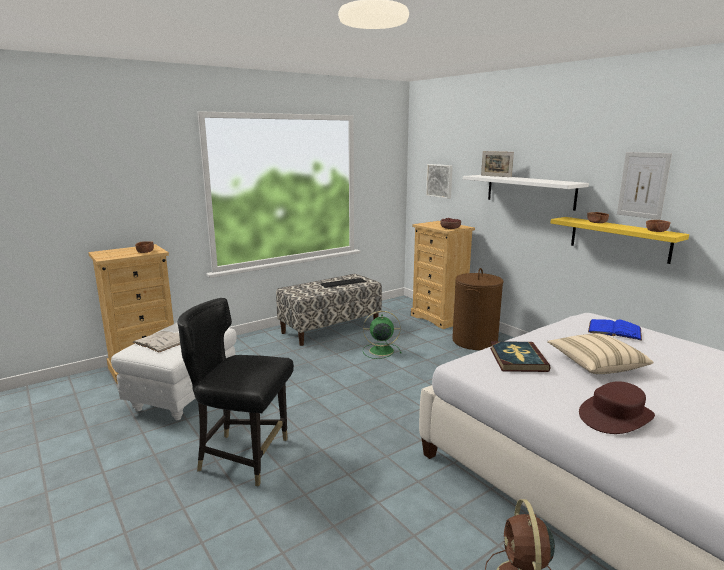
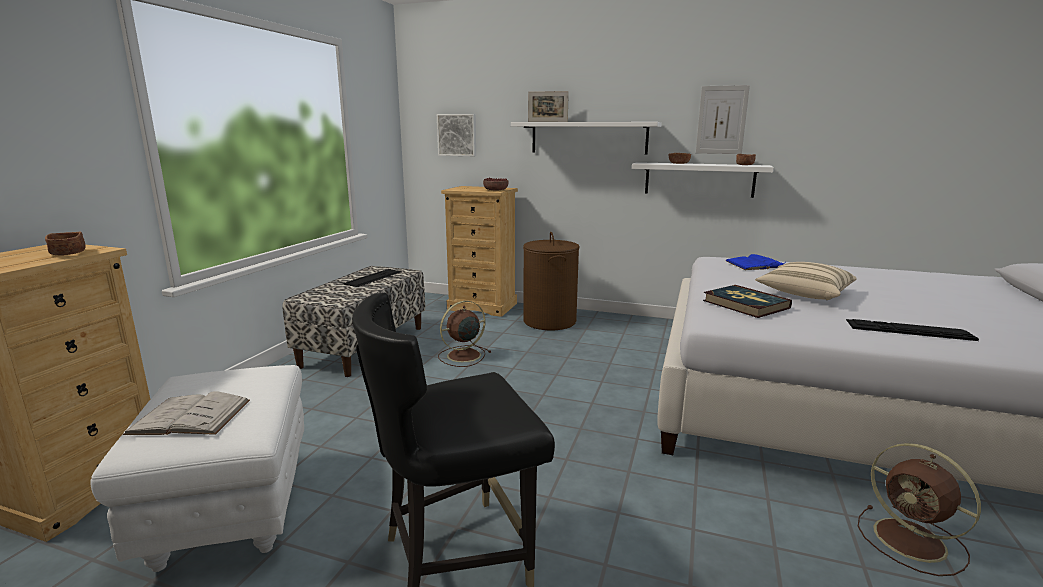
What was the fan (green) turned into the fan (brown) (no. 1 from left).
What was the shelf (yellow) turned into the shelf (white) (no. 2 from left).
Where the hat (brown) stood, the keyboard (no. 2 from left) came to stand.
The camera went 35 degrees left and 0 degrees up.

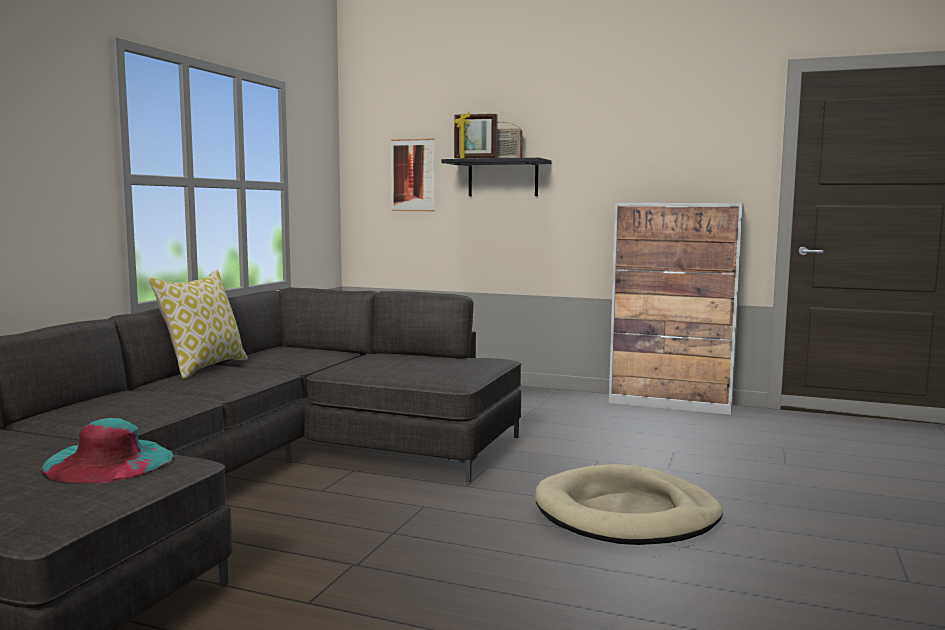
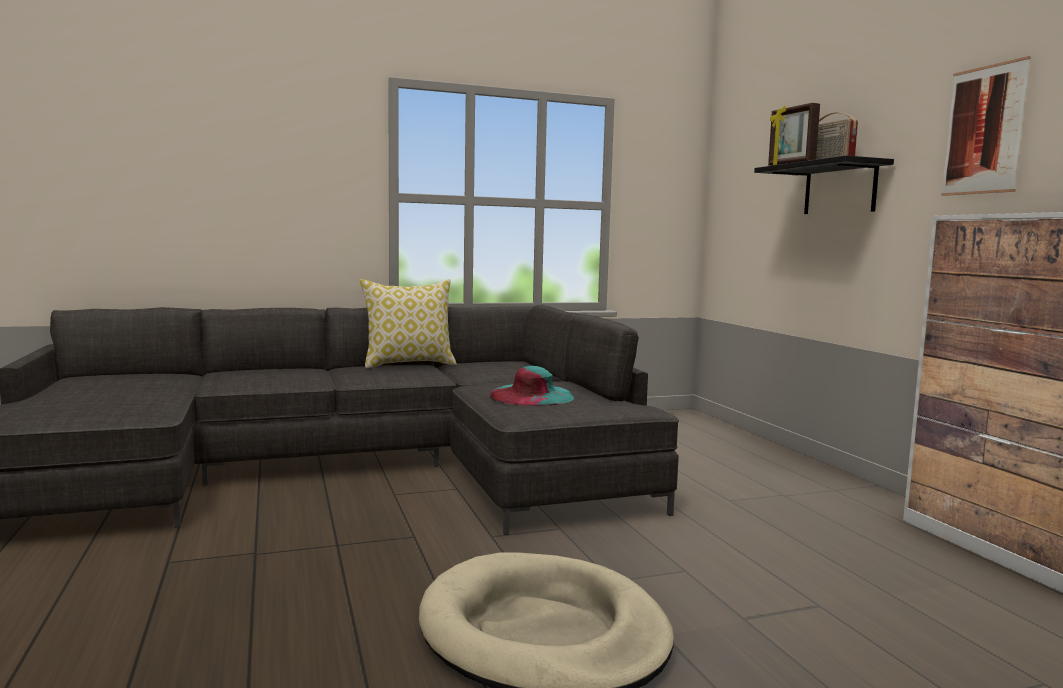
The hat (turquoise) ended up elsewhere.
The picture ended up elsewhere.
The camera went 50 degrees right and 0 degrees up.

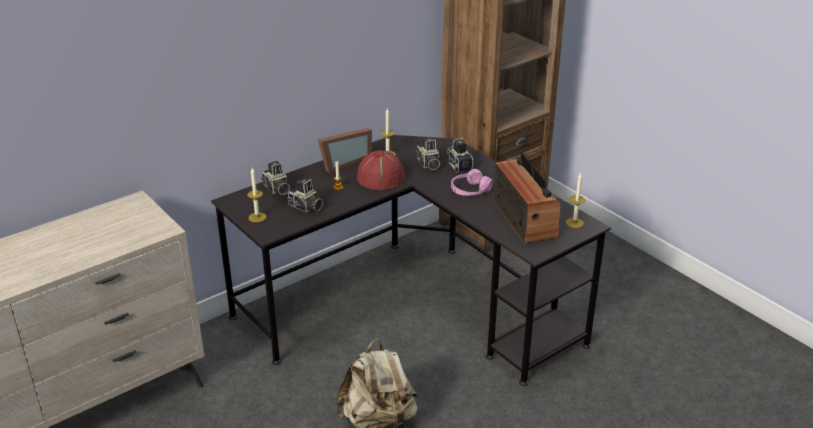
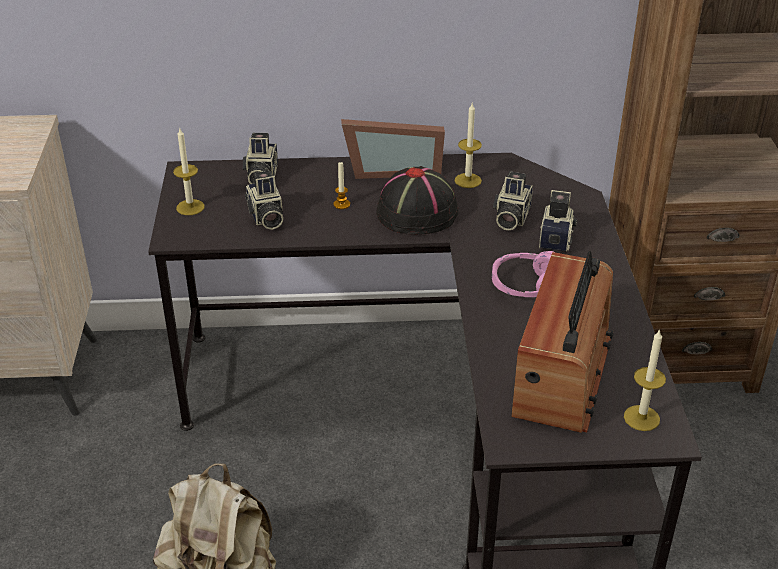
What was the hat (red) turned into the hat (black).
The camera went 35 degrees right and 5 degrees up.

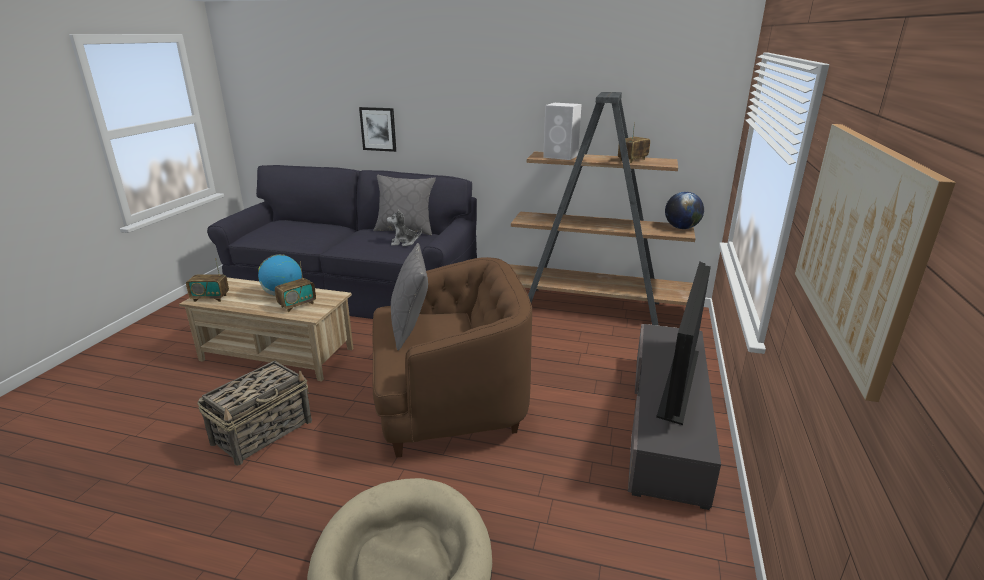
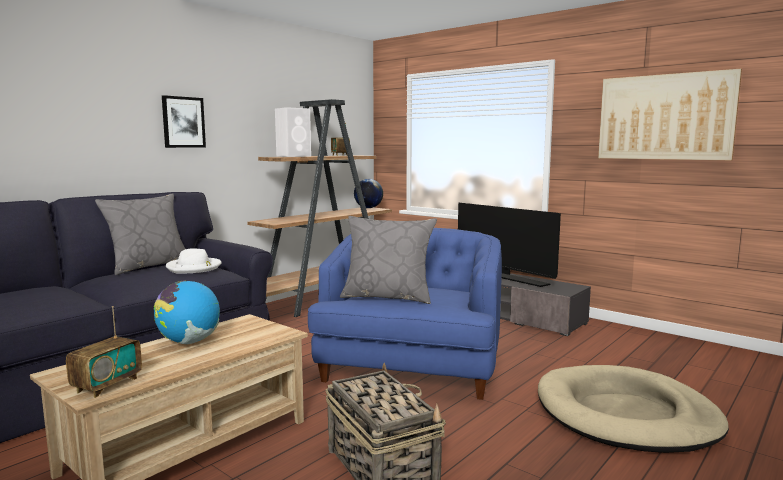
The second view lost the radio (no. 2 from left).
The picture (no. 1 from left) ended up elsewhere.
What was the armchair (brown) turned into the armchair (blue).
Where the plush toy stood, the hat (white) came to stand.
The camera went 65 degrees left and 15 degrees down.

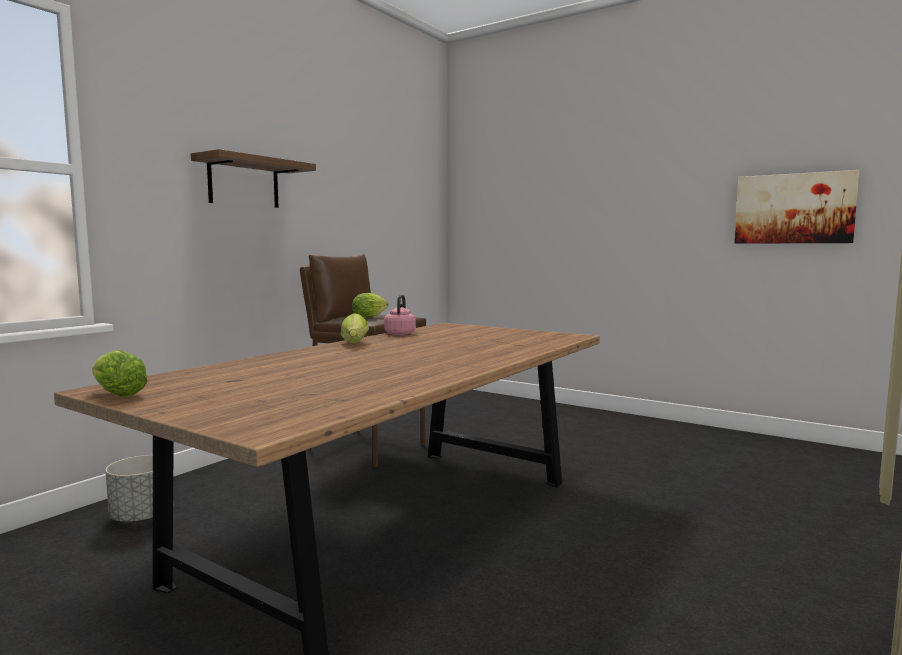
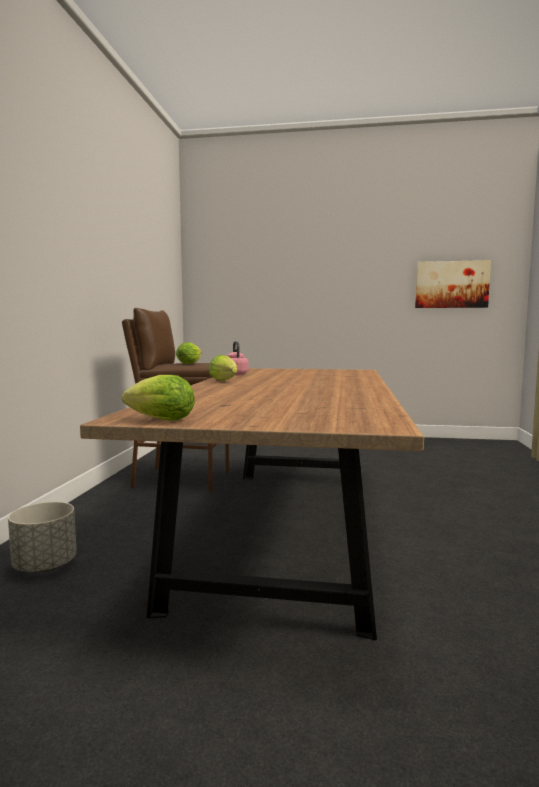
The second view lost the shelf.
The camera went 25 degrees left and 0 degrees up.

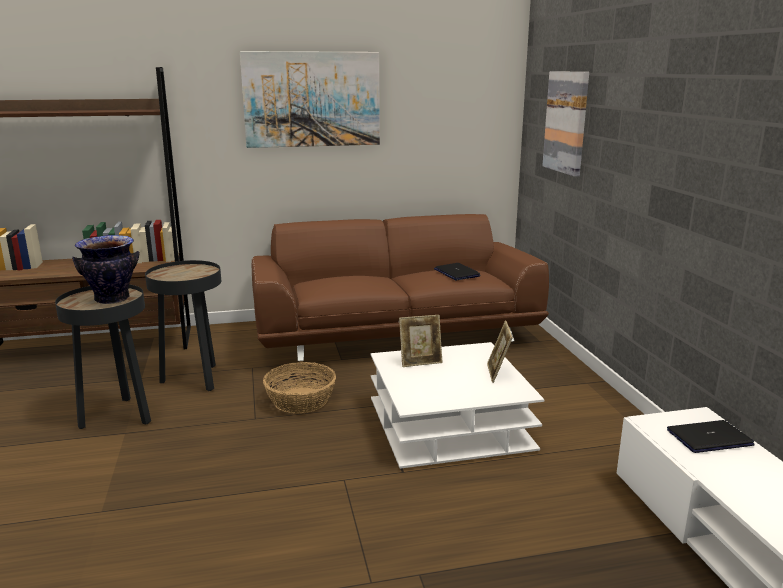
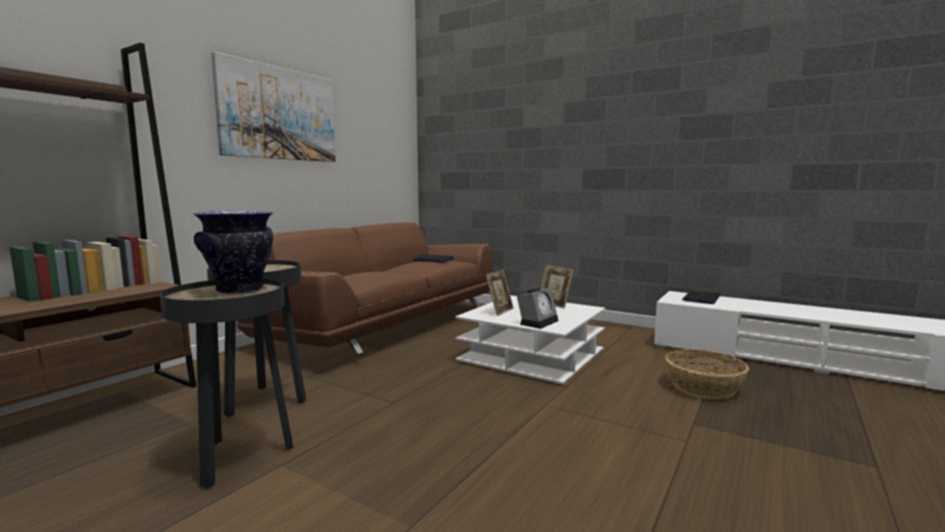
The basket ended up elsewhere.
The second view lost the picture (no. 2 from left).
The second view gained the alarm clock.
The camera went 45 degrees left and 10 degrees down.

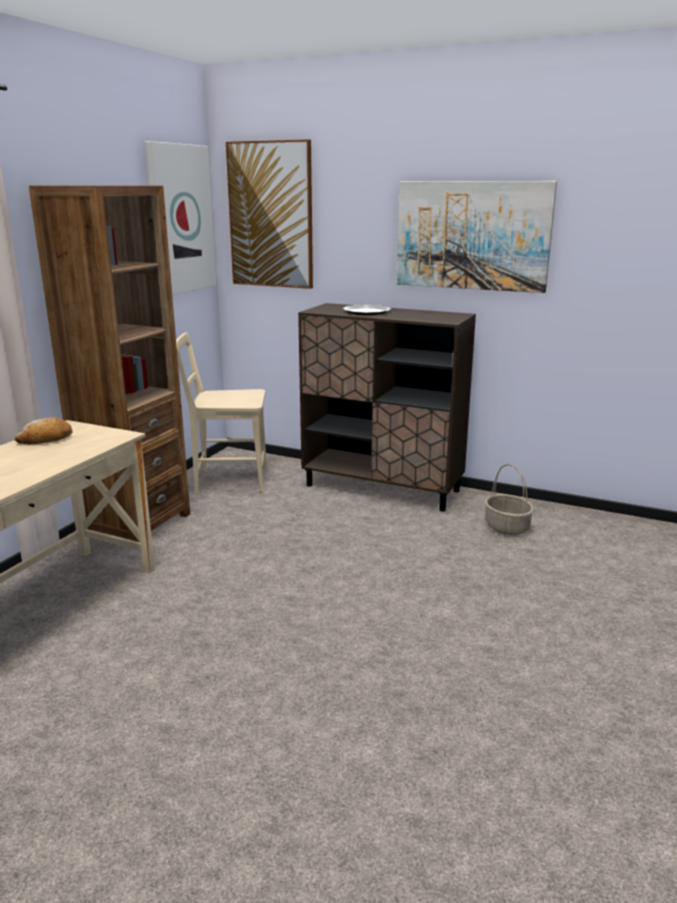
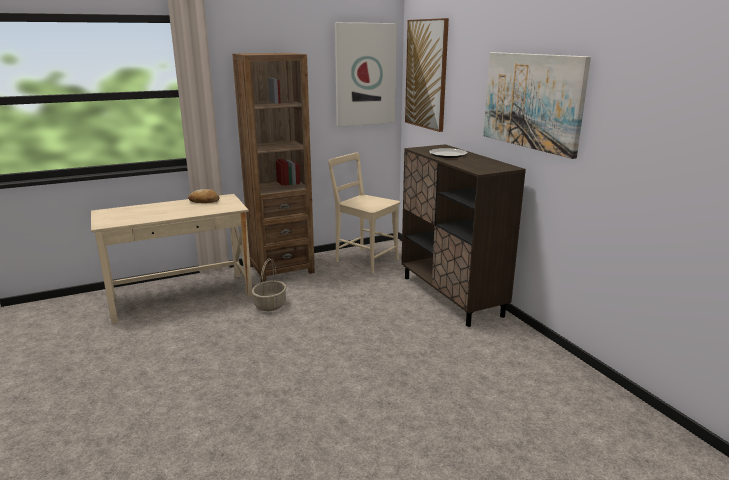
The basket ended up elsewhere.
The camera went 40 degrees right and 0 degrees up.

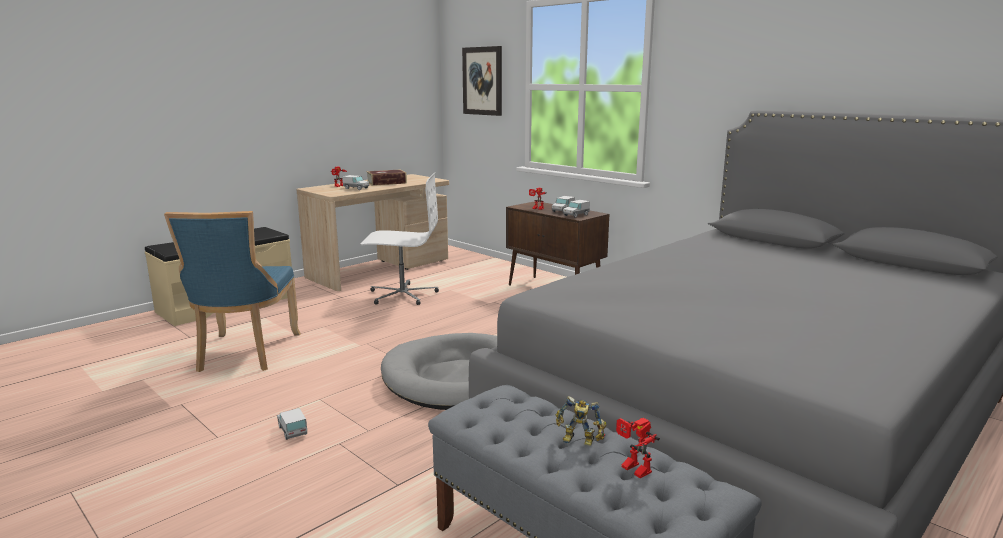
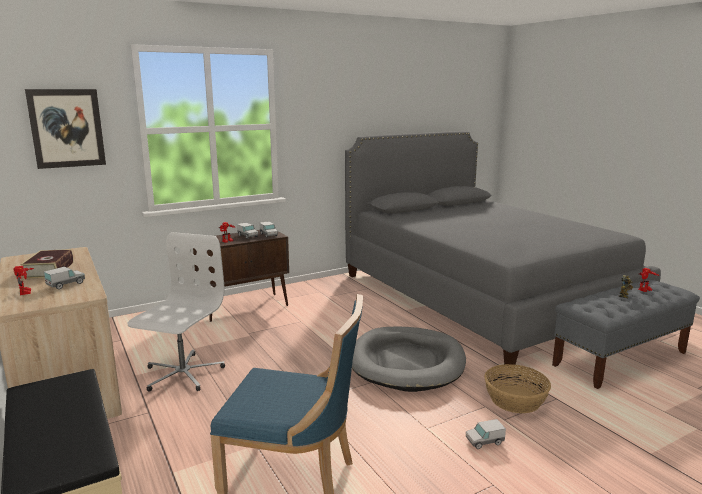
The second view gained the basket.
The camera went 75 degrees left and 0 degrees up.

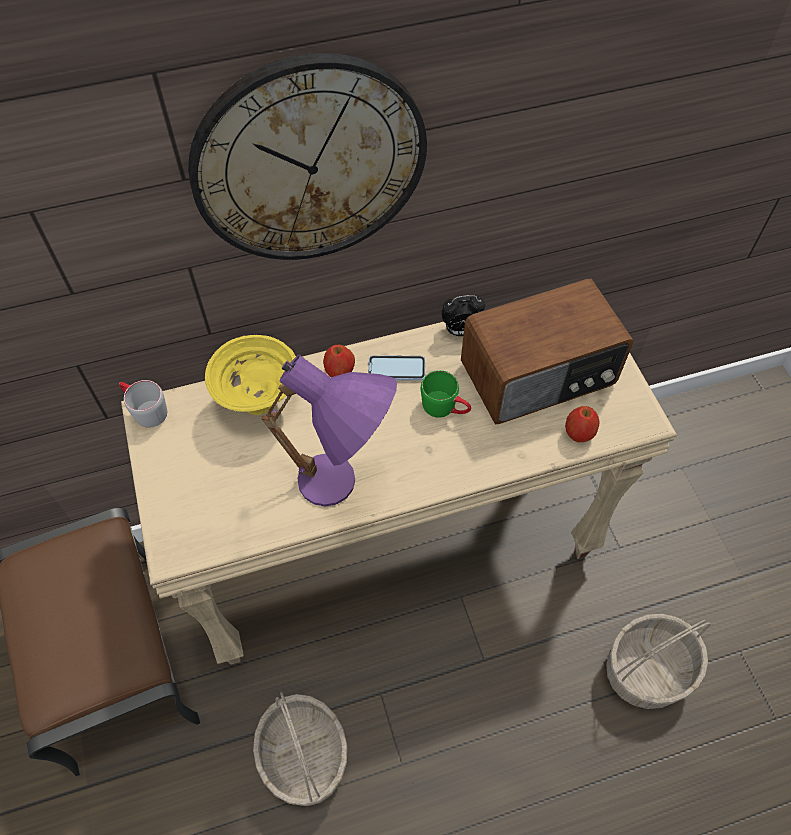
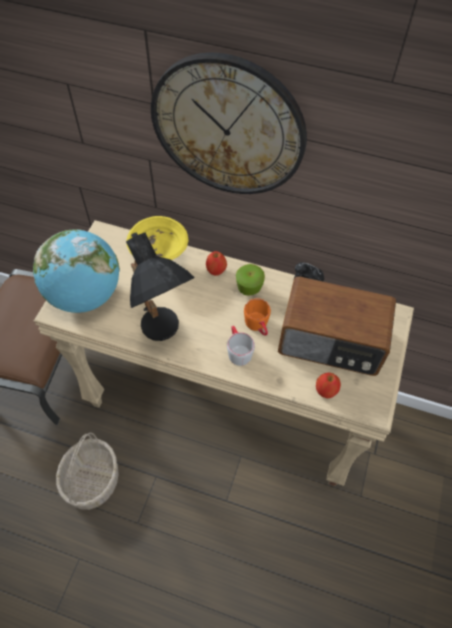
The mug (grey) ended up elsewhere.
What was the table lamp (purple) turned into the table lamp (black).
Where the phone stood, the apple (no. 2 from left) came to stand.
What was the mug (green) turned into the mug (orange).
The second view lost the basket (no. 2 from left).
The second view gained the globe.
The camera went 35 degrees right and 0 degrees up.

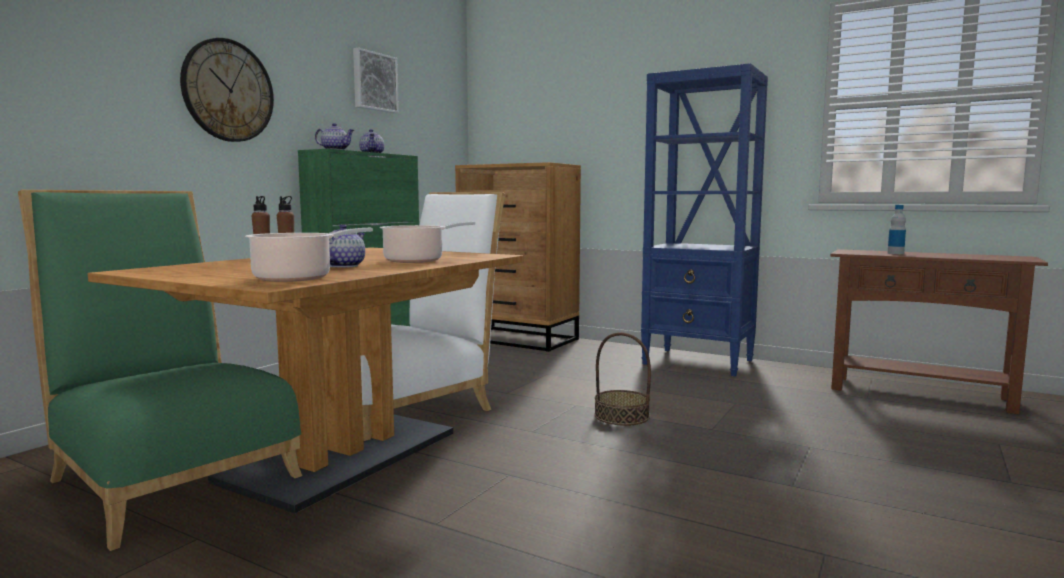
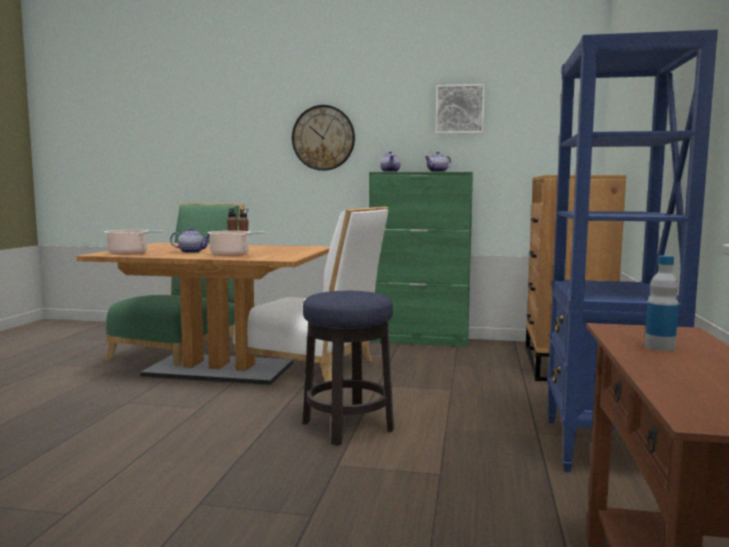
Where the basket stood, the stool came to stand.
The camera went 70 degrees right and 0 degrees up.

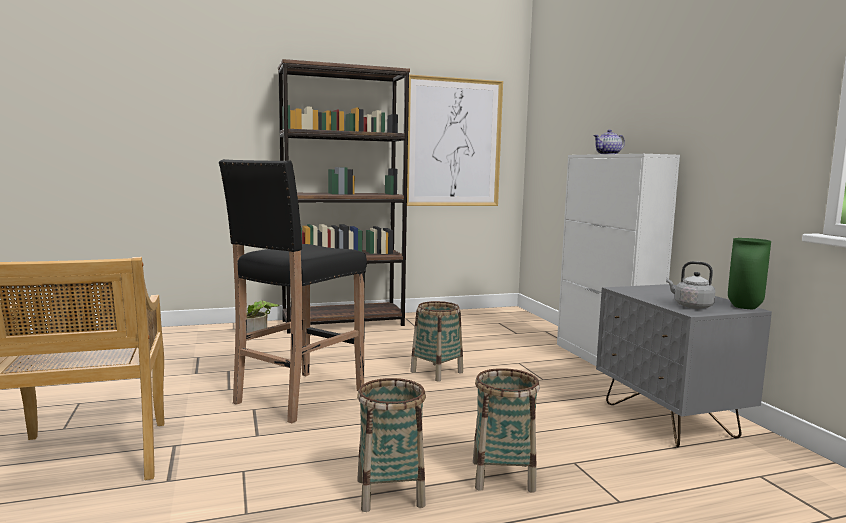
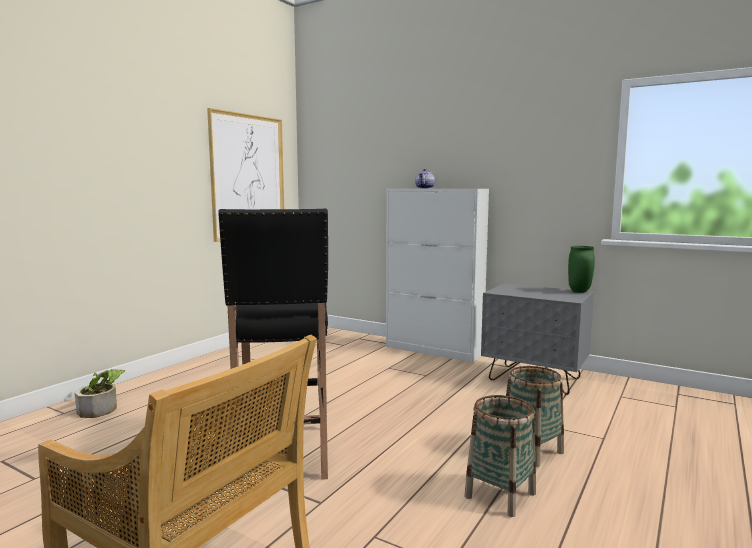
The second view lost the bookcase (brown).
The second view lost the basket (no. 2 from left).
The second view lost the kettle (grey).
The camera went 40 degrees left and 0 degrees up.

